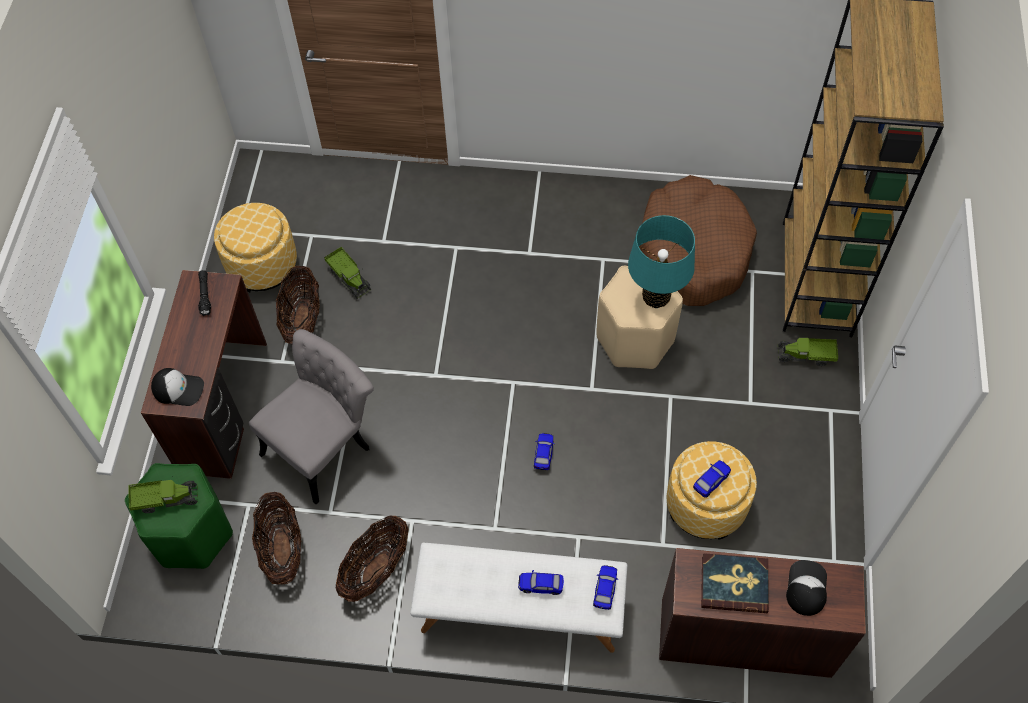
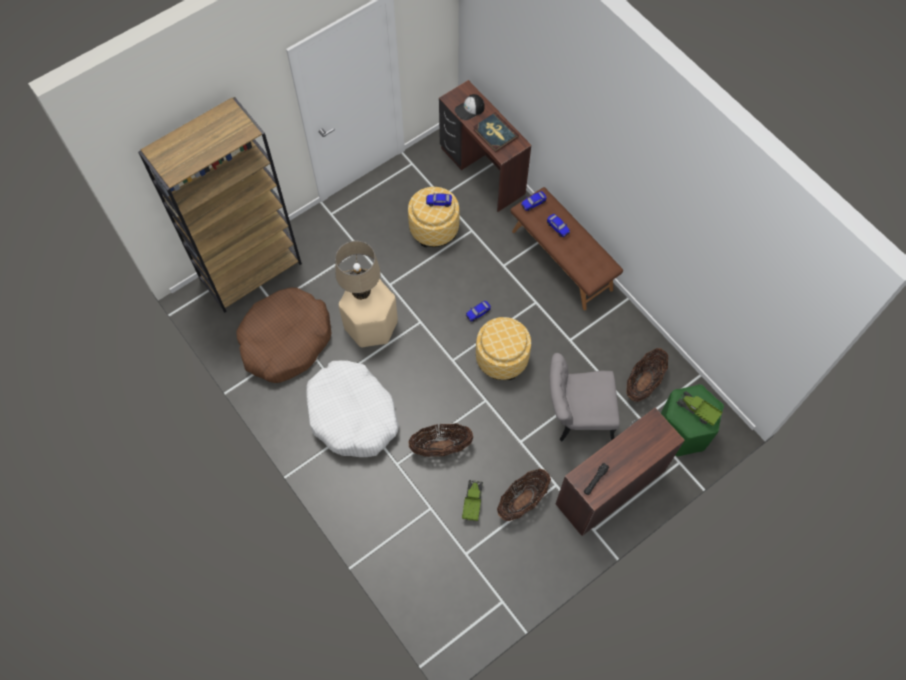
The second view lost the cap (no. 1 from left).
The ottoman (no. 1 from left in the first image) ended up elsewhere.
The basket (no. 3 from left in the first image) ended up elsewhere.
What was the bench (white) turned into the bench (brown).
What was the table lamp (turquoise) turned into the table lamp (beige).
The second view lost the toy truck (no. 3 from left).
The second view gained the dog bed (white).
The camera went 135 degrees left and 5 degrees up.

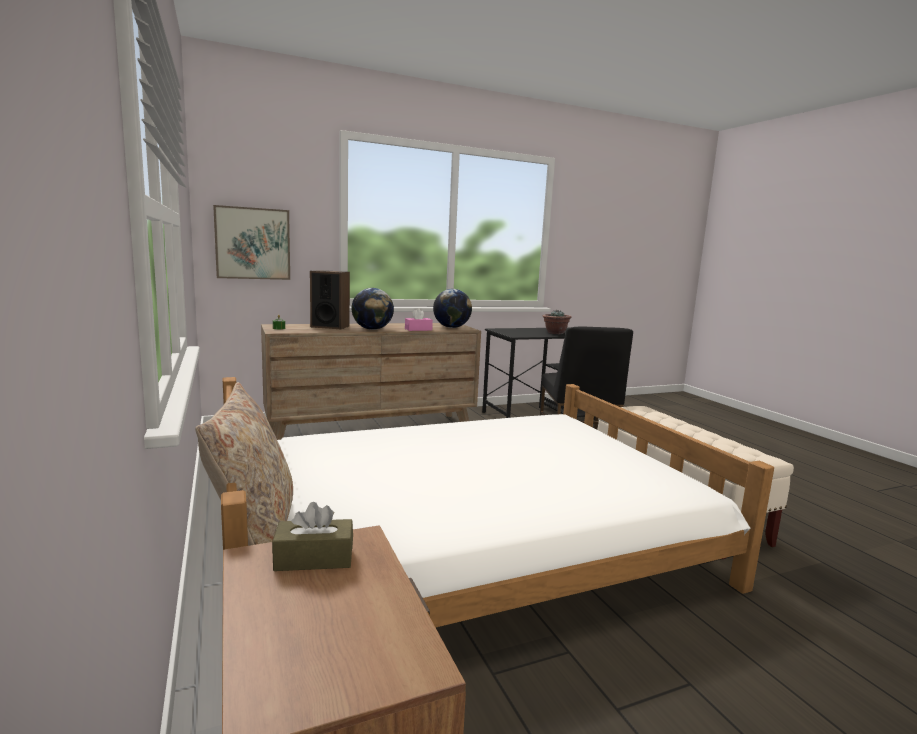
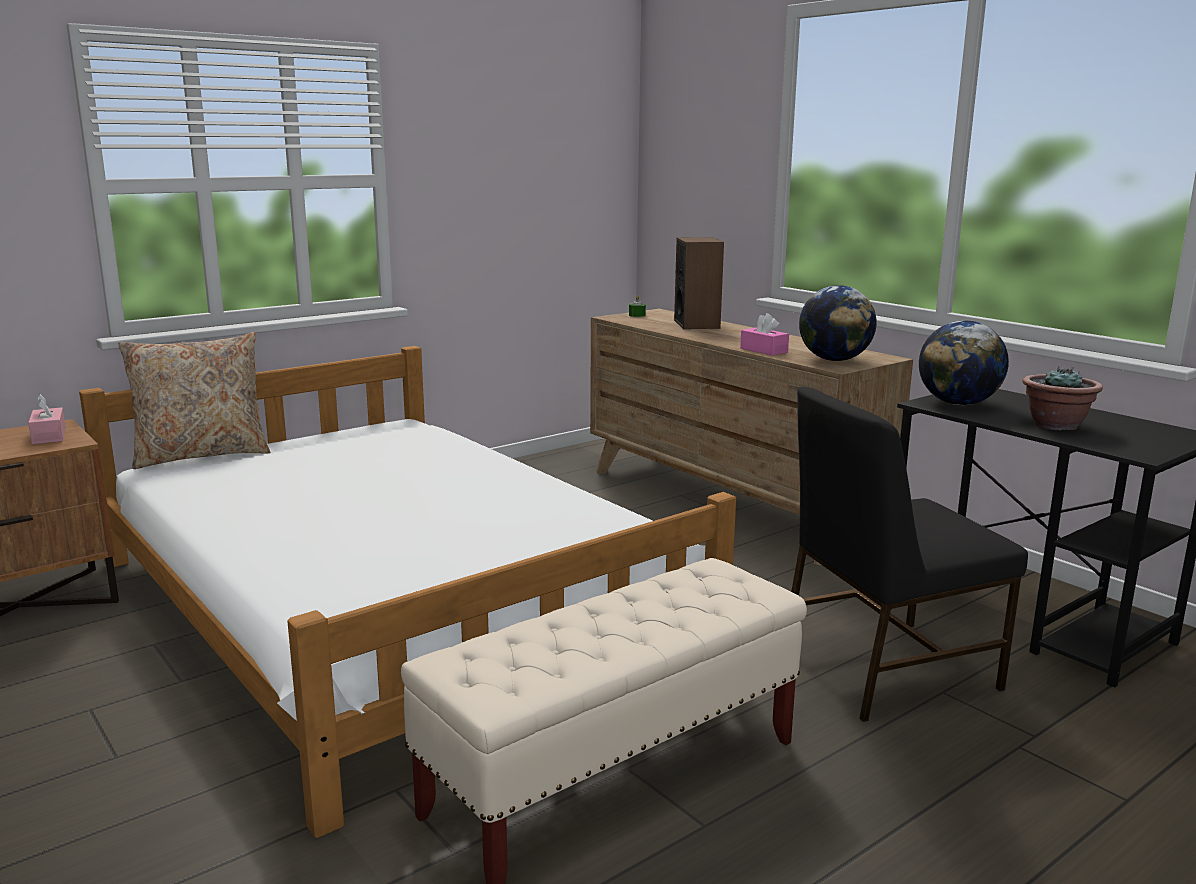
The second view lost the picture.
What was the tissue box (brown) turned into the tissue box (pink) (no. 1 from left).
The globe (no. 1 from left in the first image) ended up elsewhere.
The camera went 75 degrees right and 5 degrees up.

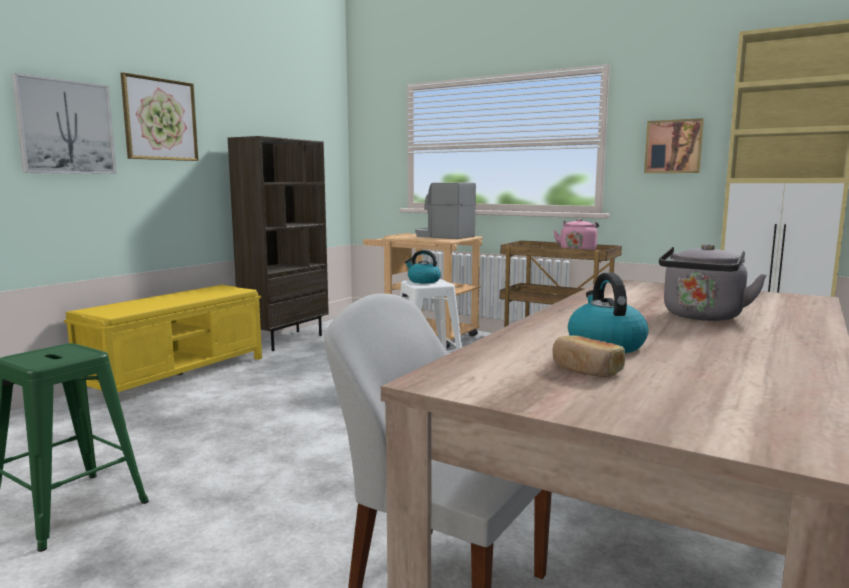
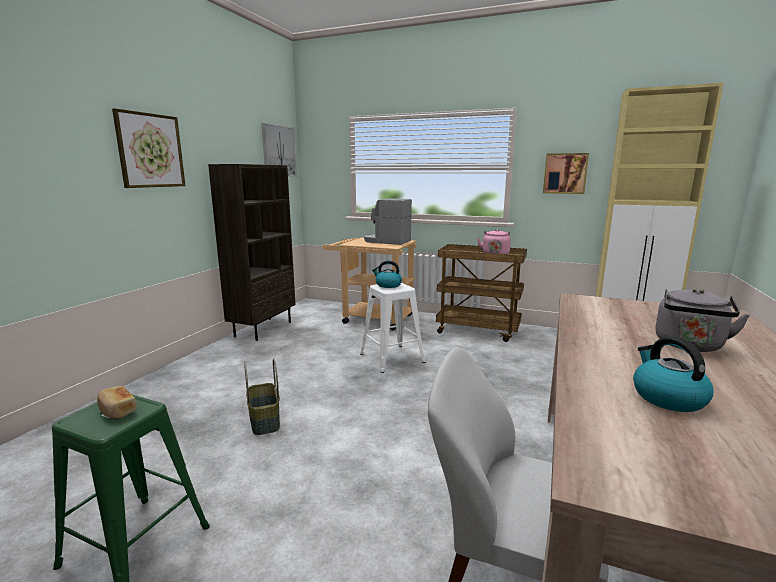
The picture (no. 1 from left in the first image) ended up elsewhere.
The second view lost the bench (yellow).
The bread ended up elsewhere.
The second view gained the basket.
The camera went 10 degrees left and 5 degrees up.

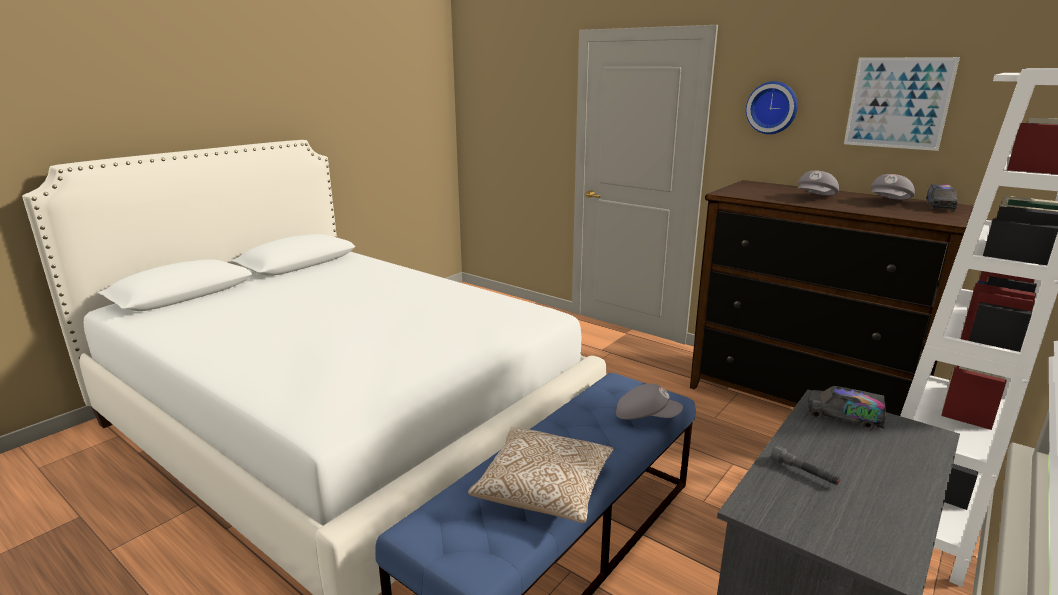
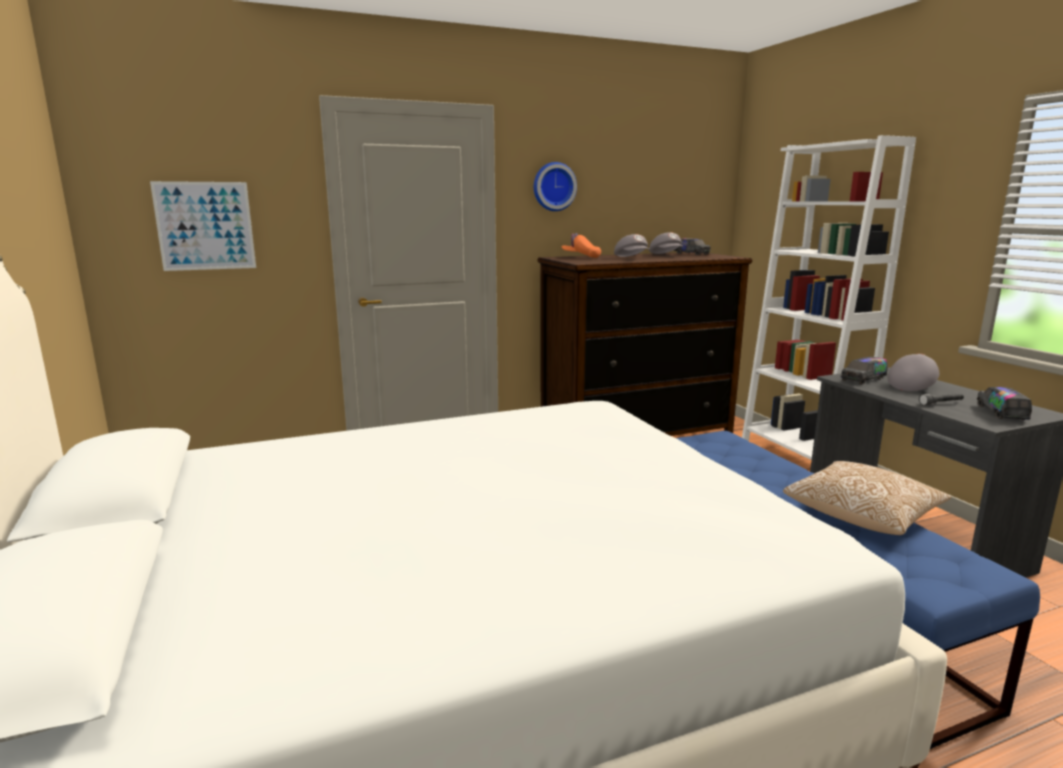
The cap (grey) (no. 1 from left in the first image) ended up elsewhere.
The picture ended up elsewhere.
The second view gained the cap (orange).
The second view gained the toy truck (no. 3 from left).
The camera went 60 degrees left and 5 degrees down.

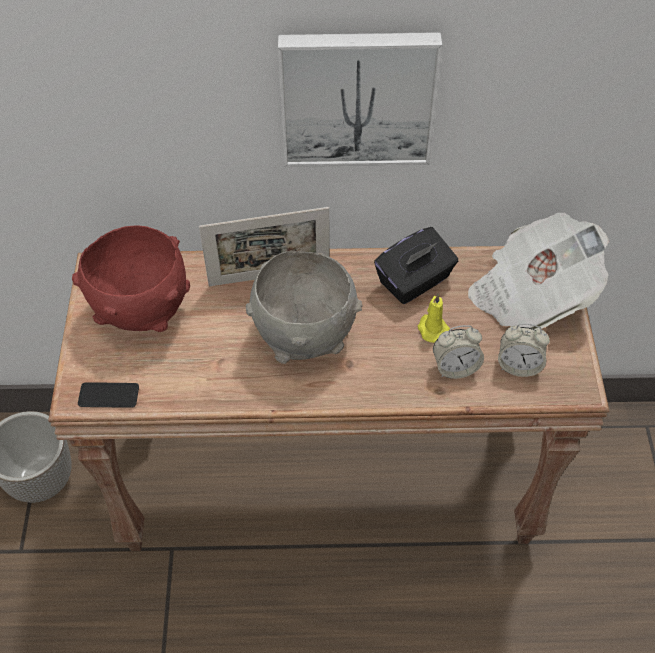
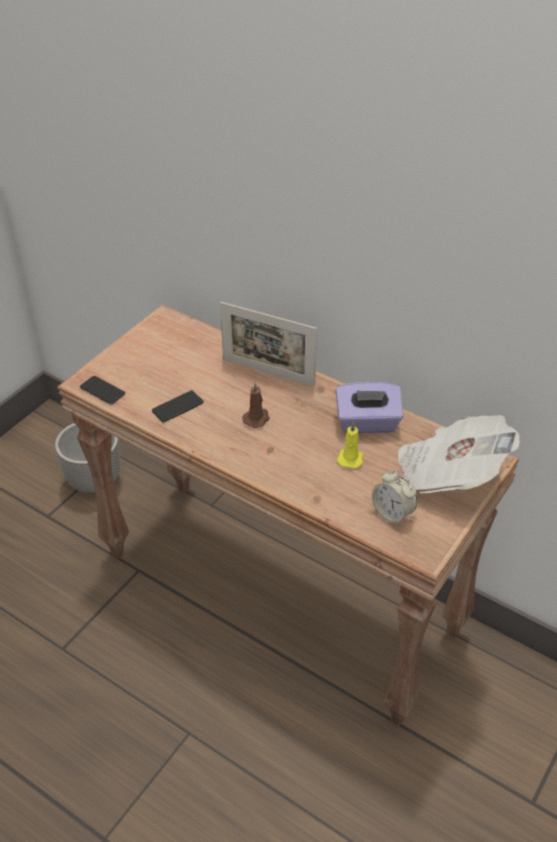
The second view lost the bowl (red).
Where the bowl (grey) stood, the candle (brown) came to stand.
The second view lost the picture.
What was the tissue box (black) turned into the tissue box (purple).
The second view lost the alarm clock (no. 1 from left).
The second view gained the phone (no. 2 from left).
The camera went 35 degrees right and 10 degrees down.

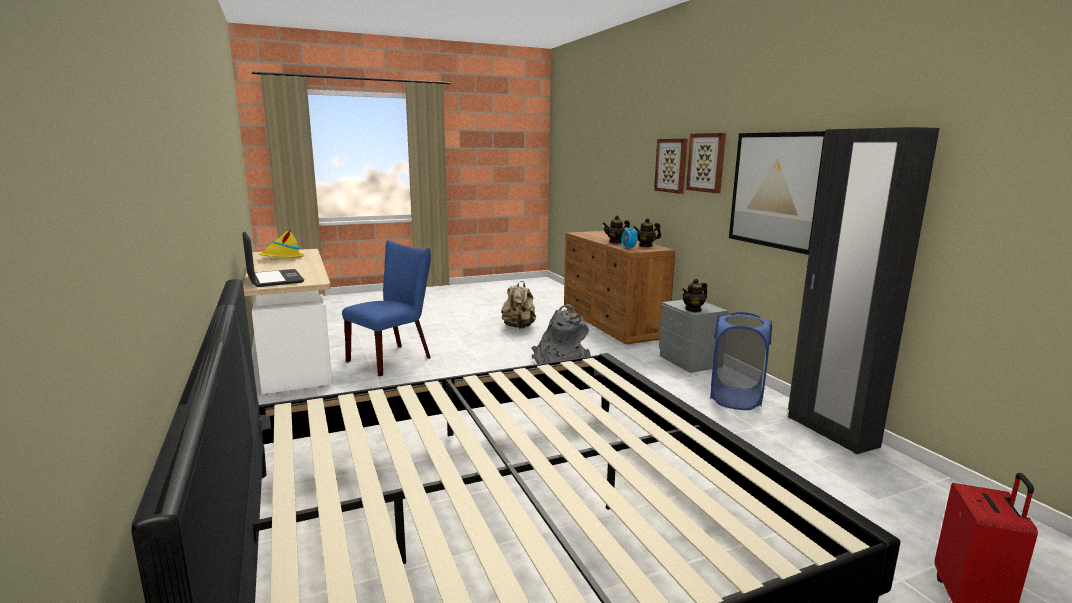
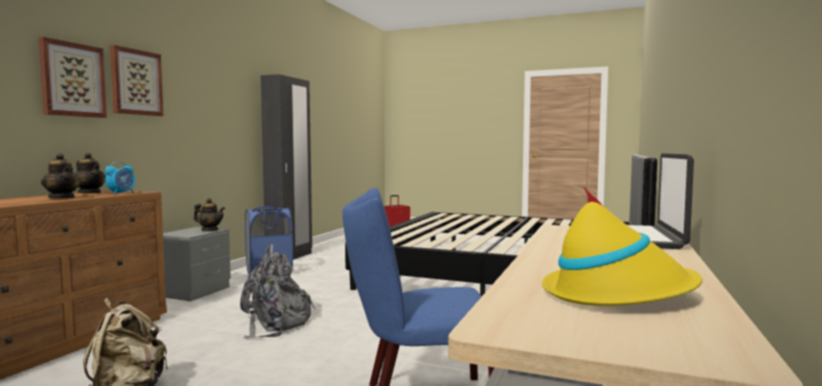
The second view lost the picture (no. 3 from left).
The camera went 135 degrees left and 10 degrees down.

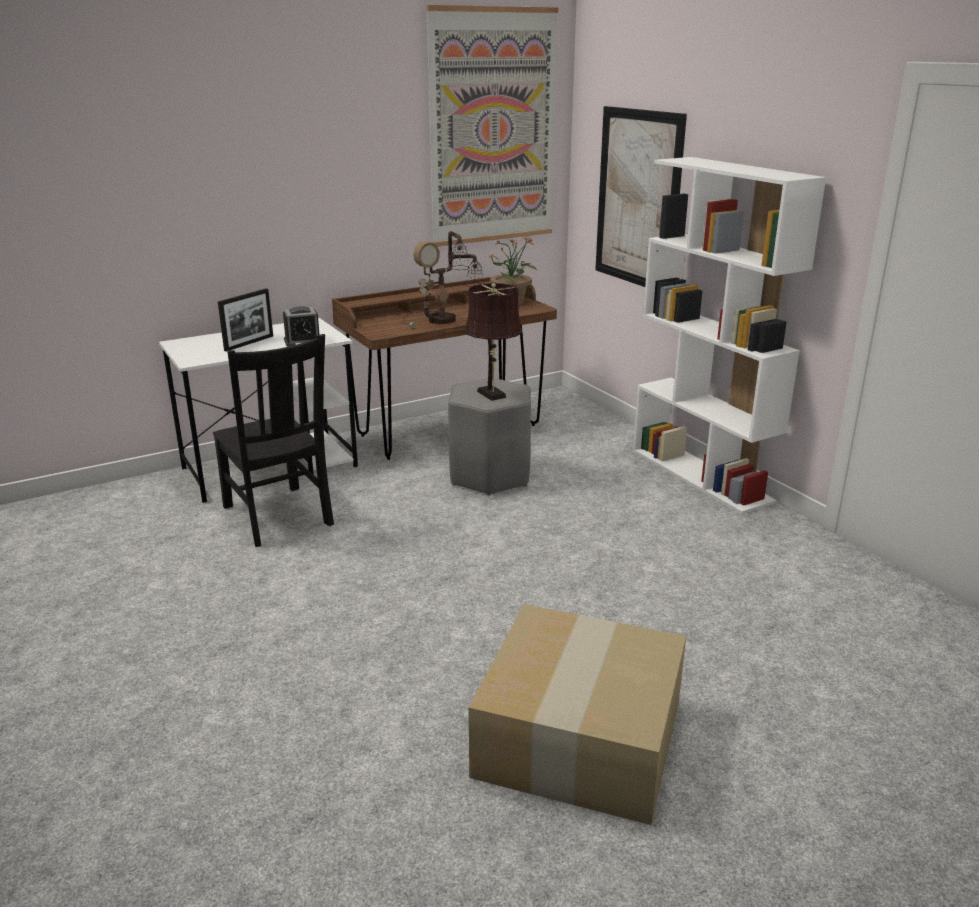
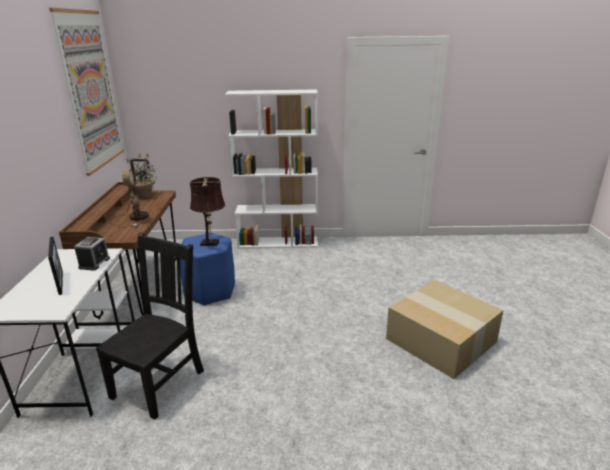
The chair (black) ended up facing another way, 60 degrees counterclockwise from before.
What was the stool (grey) turned into the stool (blue).
The second view lost the picture (no. 2 from left).
The camera went 60 degrees left and 0 degrees up.

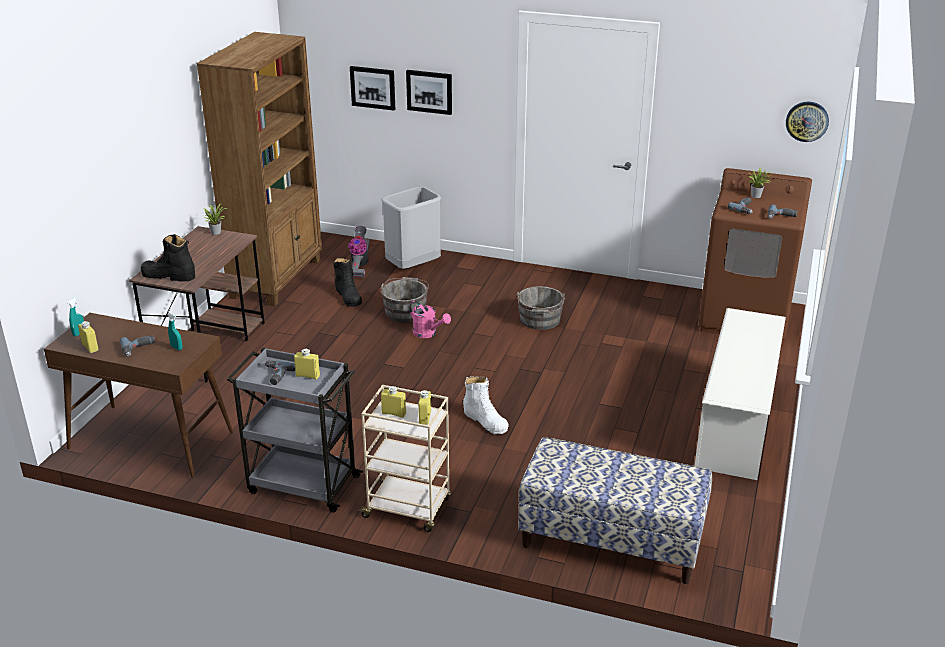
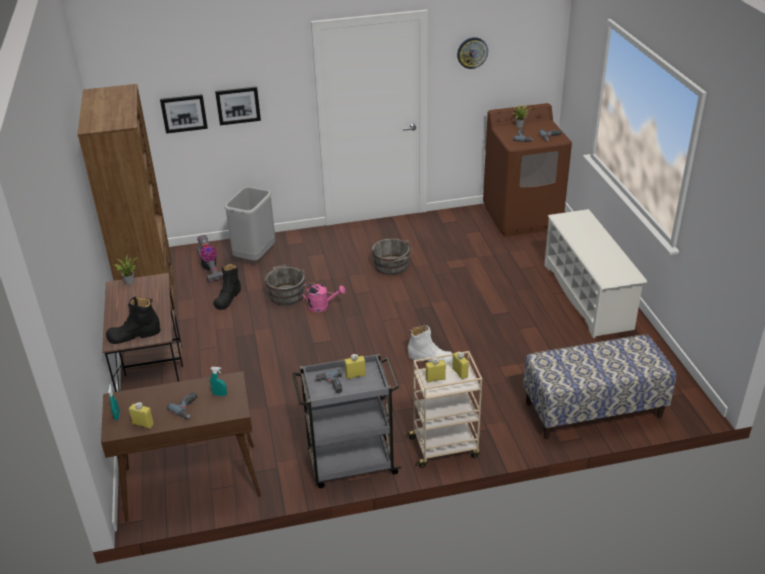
The boot (black) (no. 2 from left) ended up facing another way, 75 degrees clockwise from before.
The wall clock ended up elsewhere.
The camera went 30 degrees left and 5 degrees up.

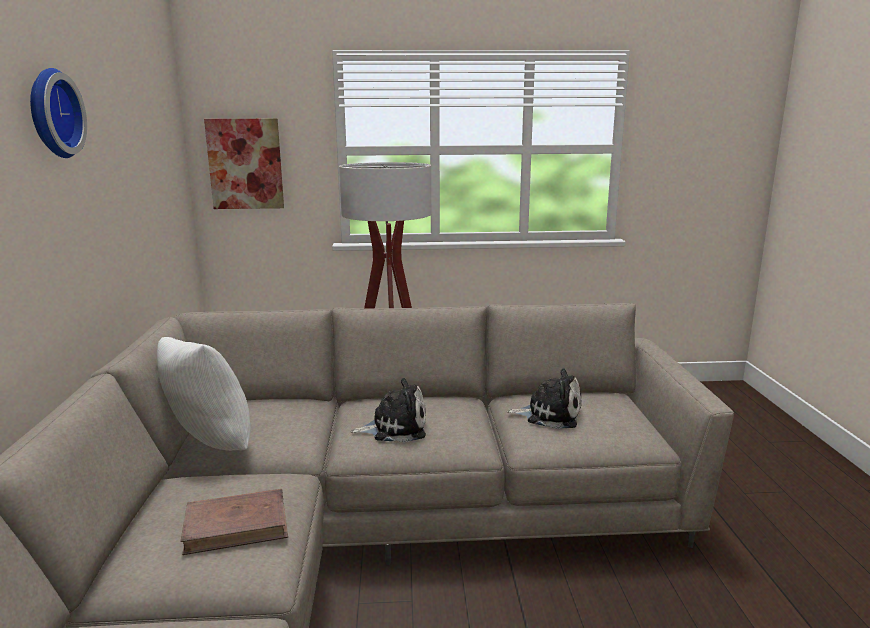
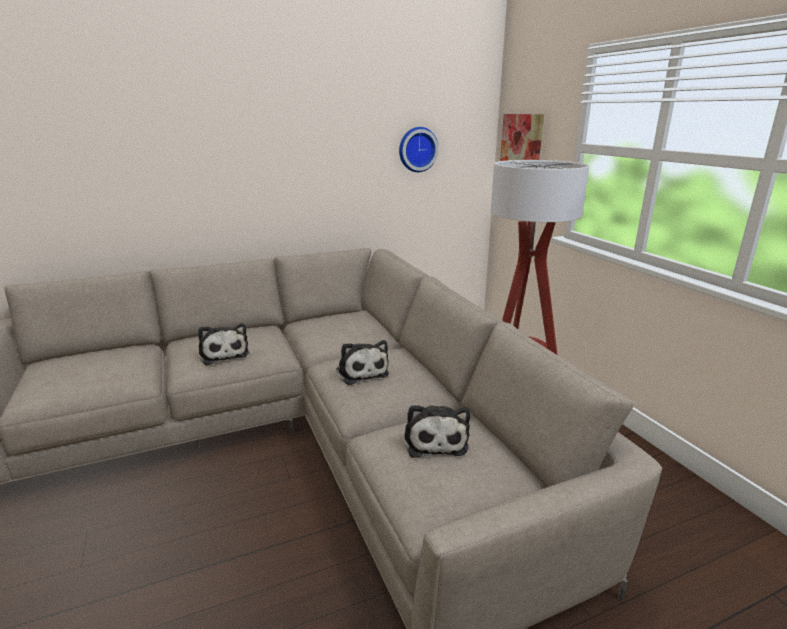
The wall clock ended up elsewhere.
The second view lost the pillow (white).
Where the book (brown) stood, the plush toy (no. 1 from left) came to stand.
The camera went 70 degrees right and 5 degrees up.

